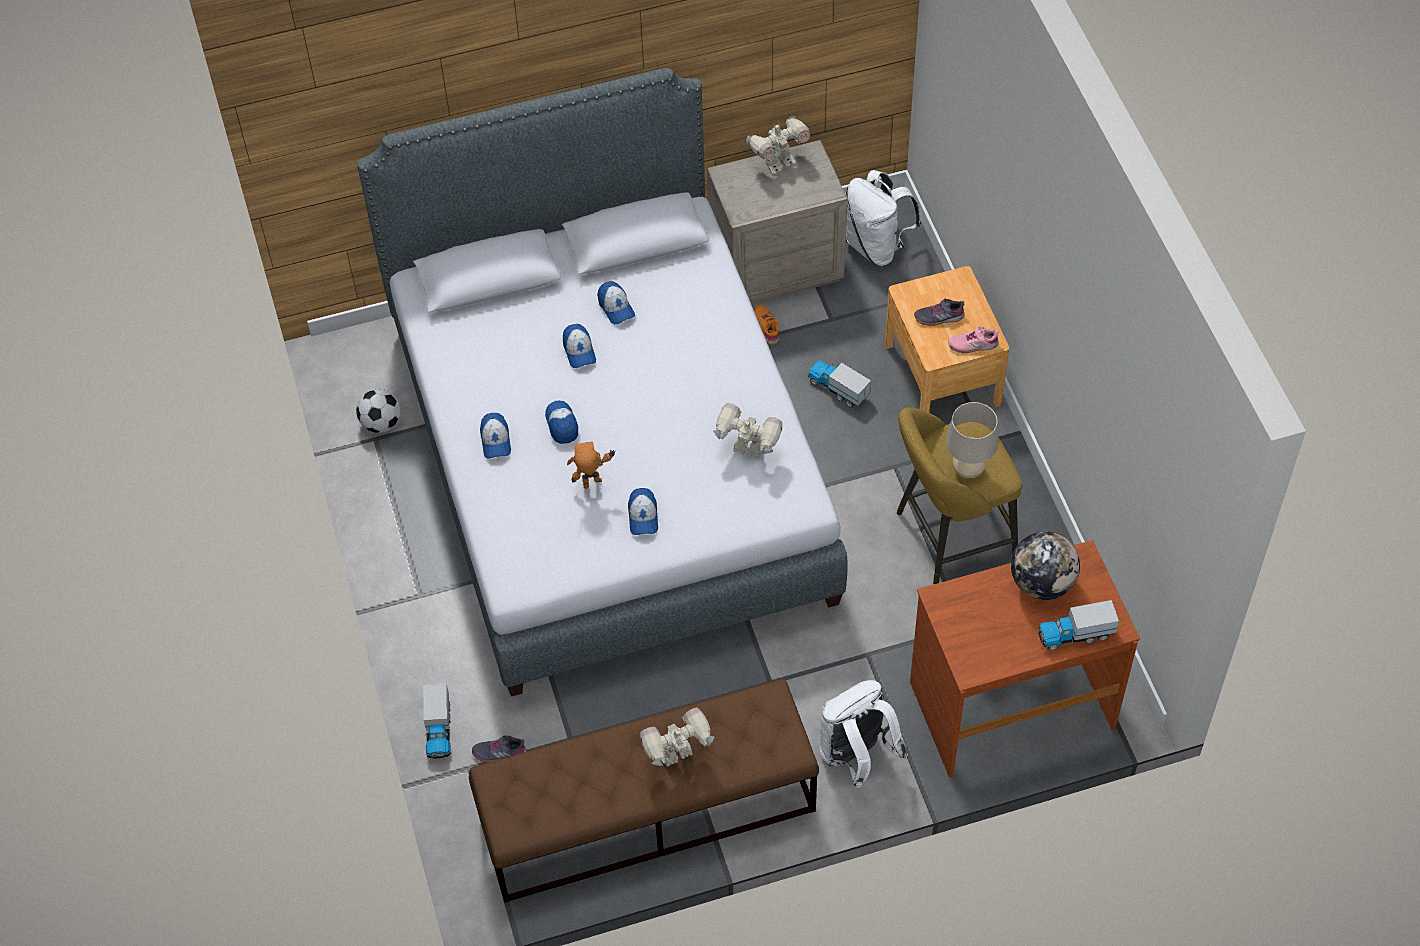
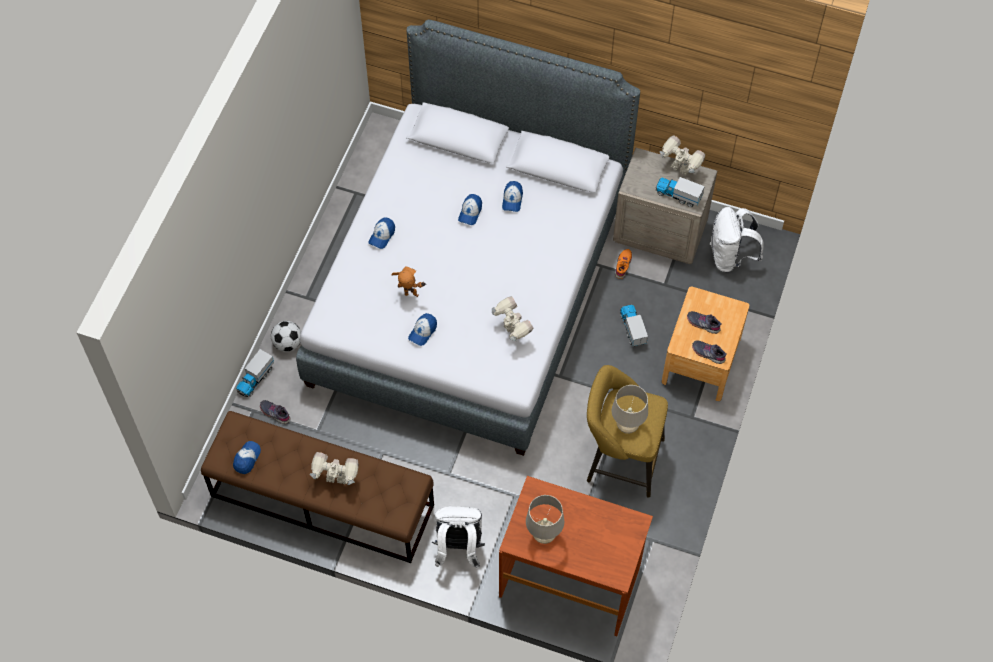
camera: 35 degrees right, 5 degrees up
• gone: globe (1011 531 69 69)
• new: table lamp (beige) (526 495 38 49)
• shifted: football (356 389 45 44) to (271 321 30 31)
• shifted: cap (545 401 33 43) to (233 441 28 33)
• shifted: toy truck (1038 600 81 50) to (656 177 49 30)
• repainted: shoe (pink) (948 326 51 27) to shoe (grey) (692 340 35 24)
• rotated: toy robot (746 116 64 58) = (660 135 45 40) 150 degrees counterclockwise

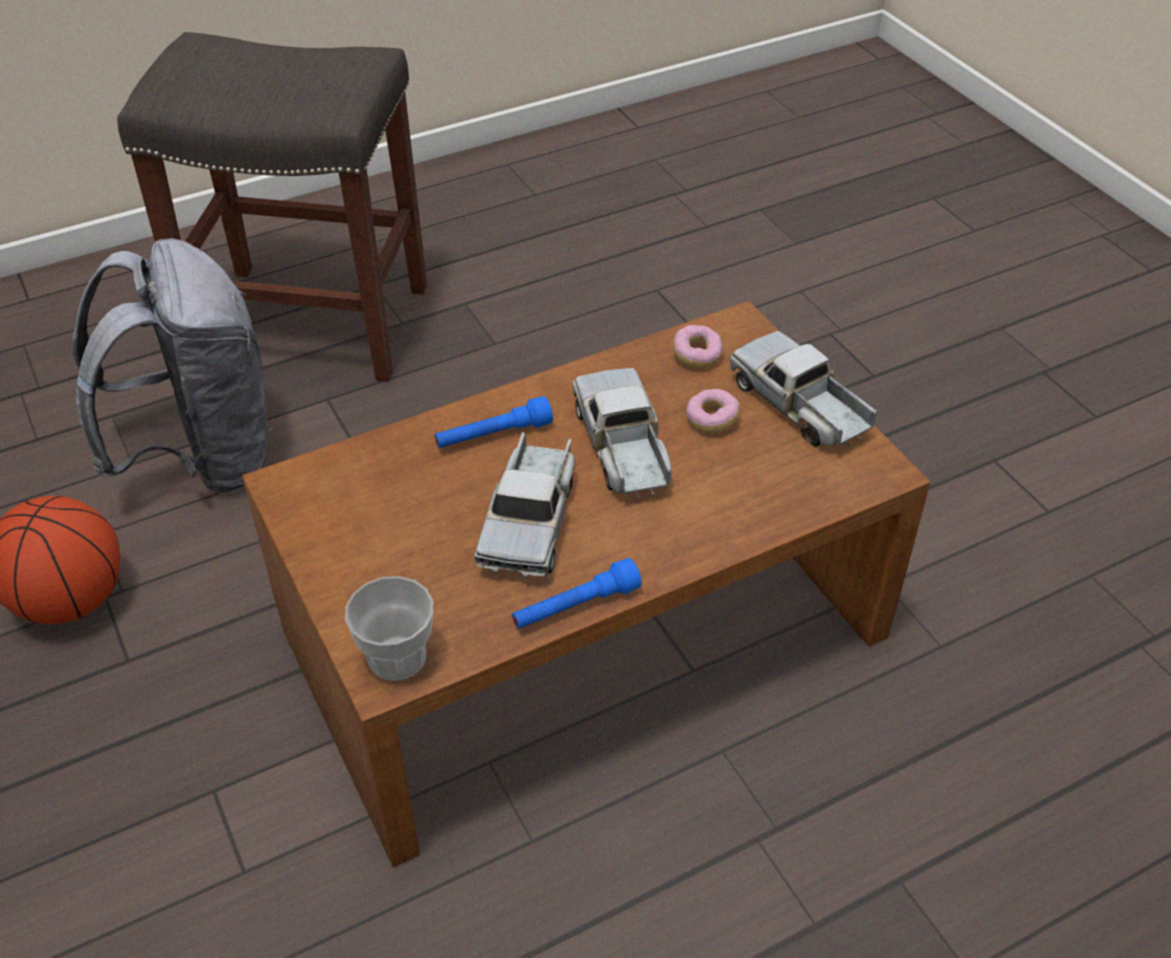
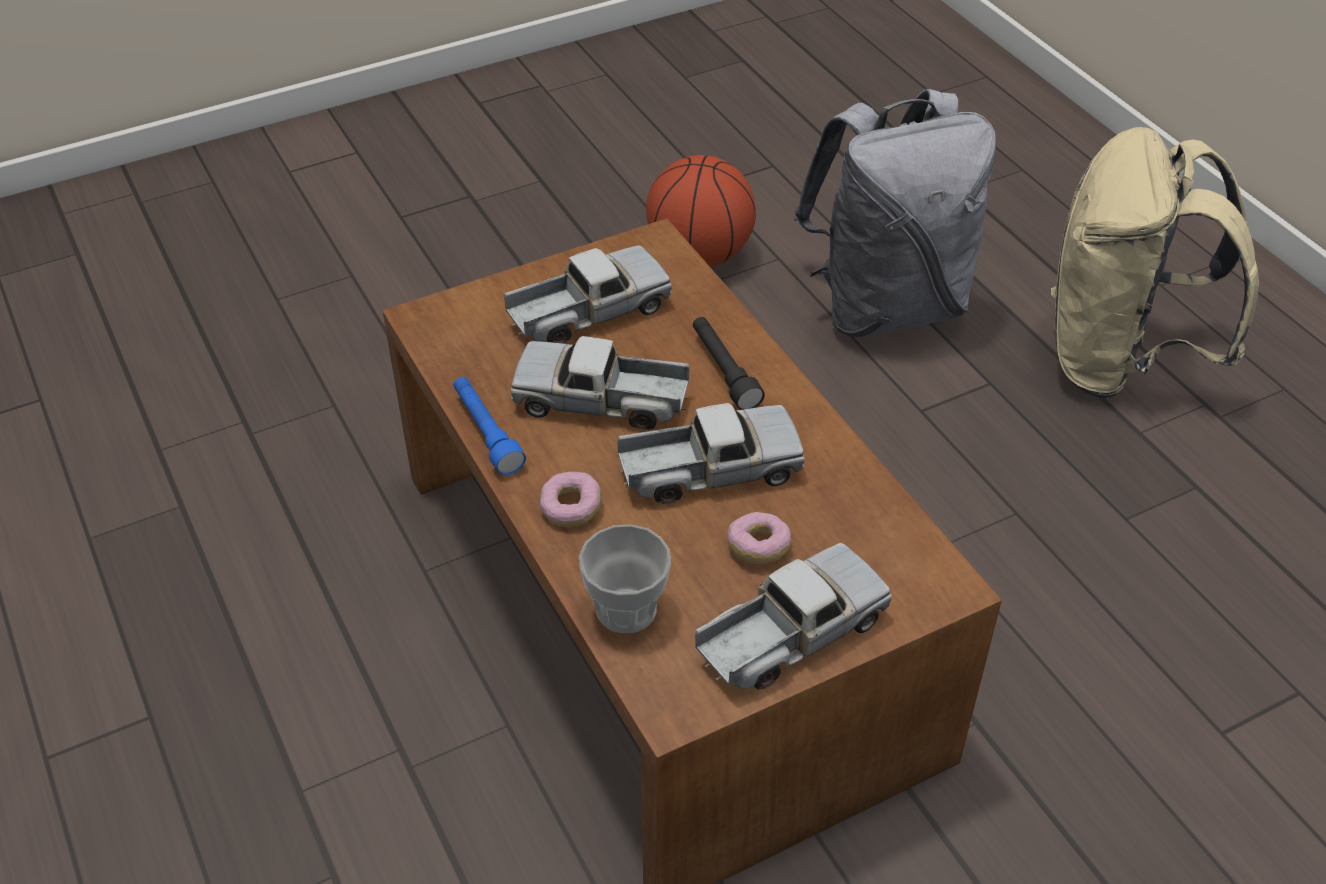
camera: 90 degrees right, 0 degrees up
• new: toy truck (504 245 168 99)
• shifted: cup (345 576 88 105) to (579 524 92 109)
• shifted: donut (673 325 50 43) to (540 472 61 55)
• swapped: stool (grey) (117 32 310 350) to backpack (beige) (1051 127 208 271)
• repainted: flashlight (blue) (435 396 118 52) to flashlight (black) (693 317 72 93)

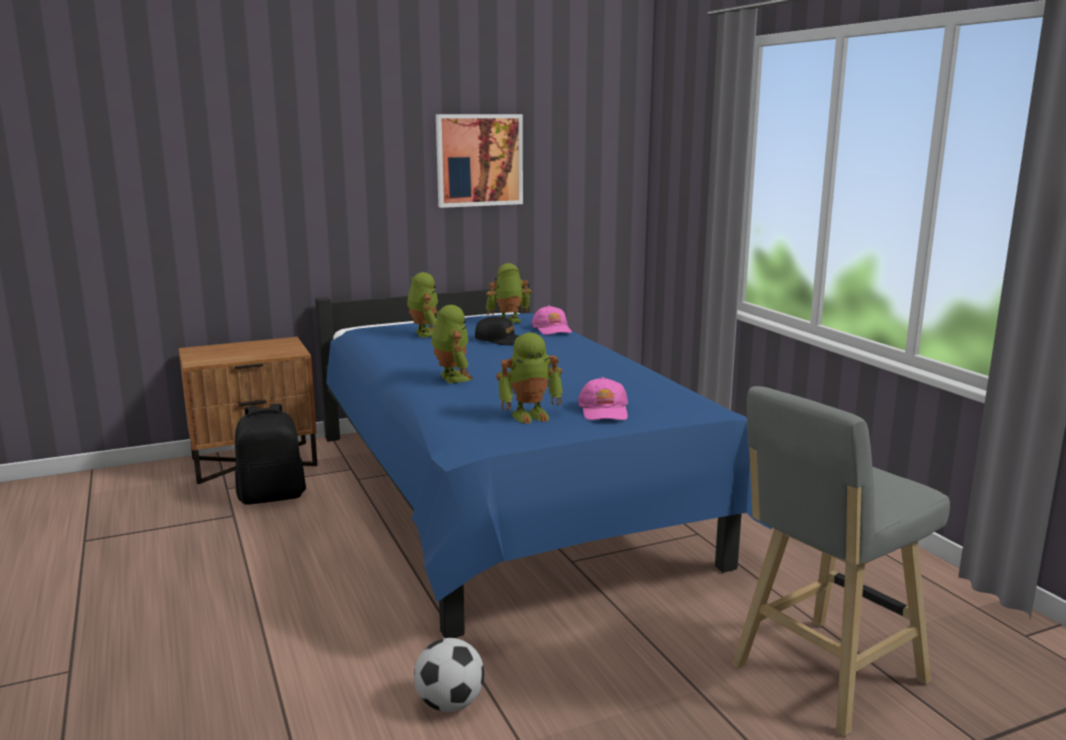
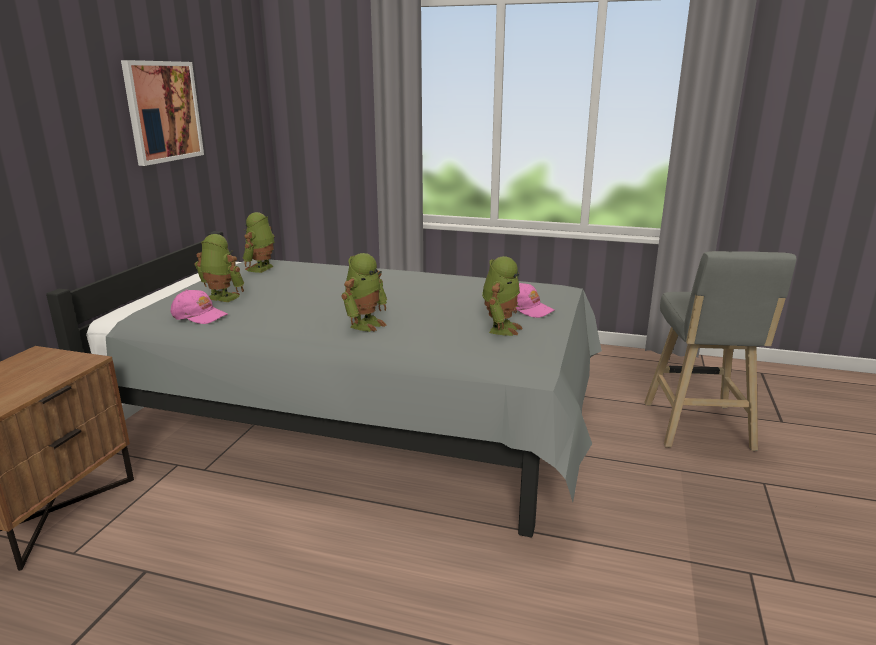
camera: 50 degrees left, 5 degrees up
• gone: backpack (black) (235 404 71 101)
• gone: football (414 638 70 74)
• gone: cap (black) (475 316 44 29)
• shifted: cap (pink) (532 305 40 30) to (171 290 57 34)
• repainted: bed (blue) (315 283 457 355) to bed (grey) (46 231 556 307)
• rotated: toy robot (431 305 43 78) = (342 253 45 79) 105 degrees clockwise

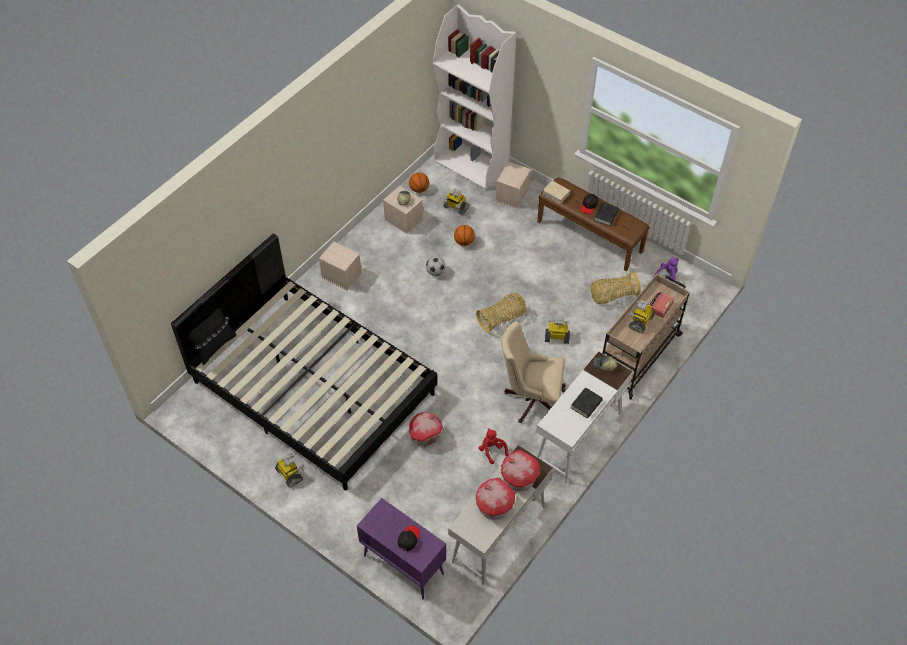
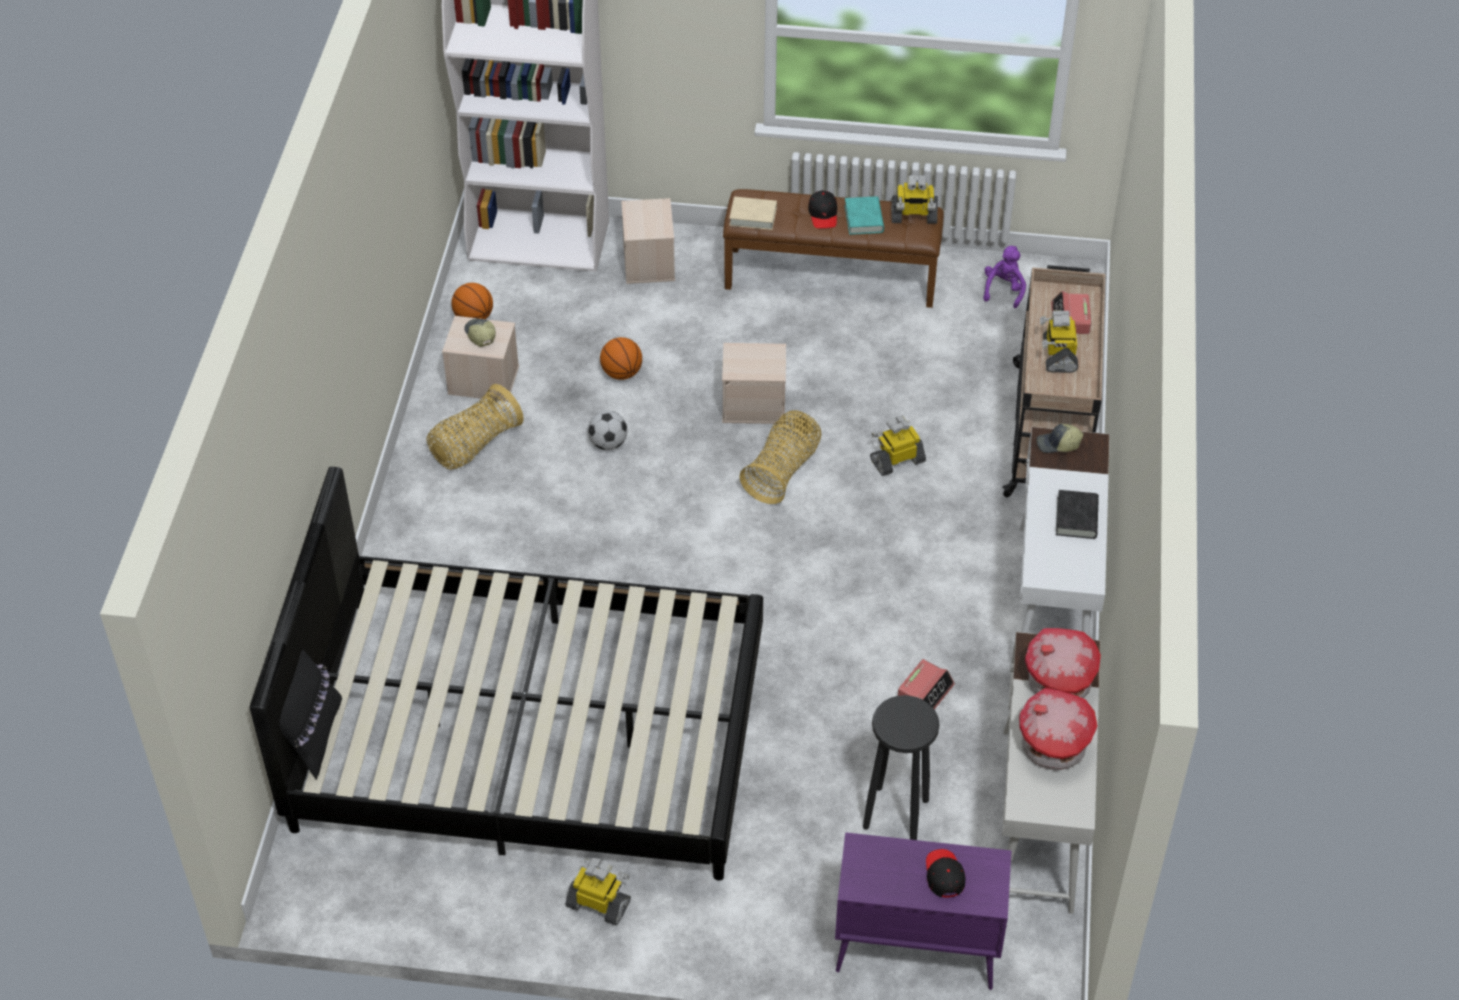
camera: 30 degrees left, 5 degrees down
• gone: toy house (409 412 34 35)
• gone: office chair (beige) (501 322 65 101)
• new: stool (black) (863 695 77 145)
• shifted: storage box (beige) (319 242 43 48) to (722 343 64 81)
• shifted: toy robot (443 189 26 26) to (891 174 47 50)
• shifted: basket (591 271 50 33) to (427 384 97 86)
• swapped: plush toy (red) (479 429 29 35) to alarm clock (898 659 57 50)
• repainted: book (black) (594 202 25 24) to book (turquoise) (845 196 39 39)

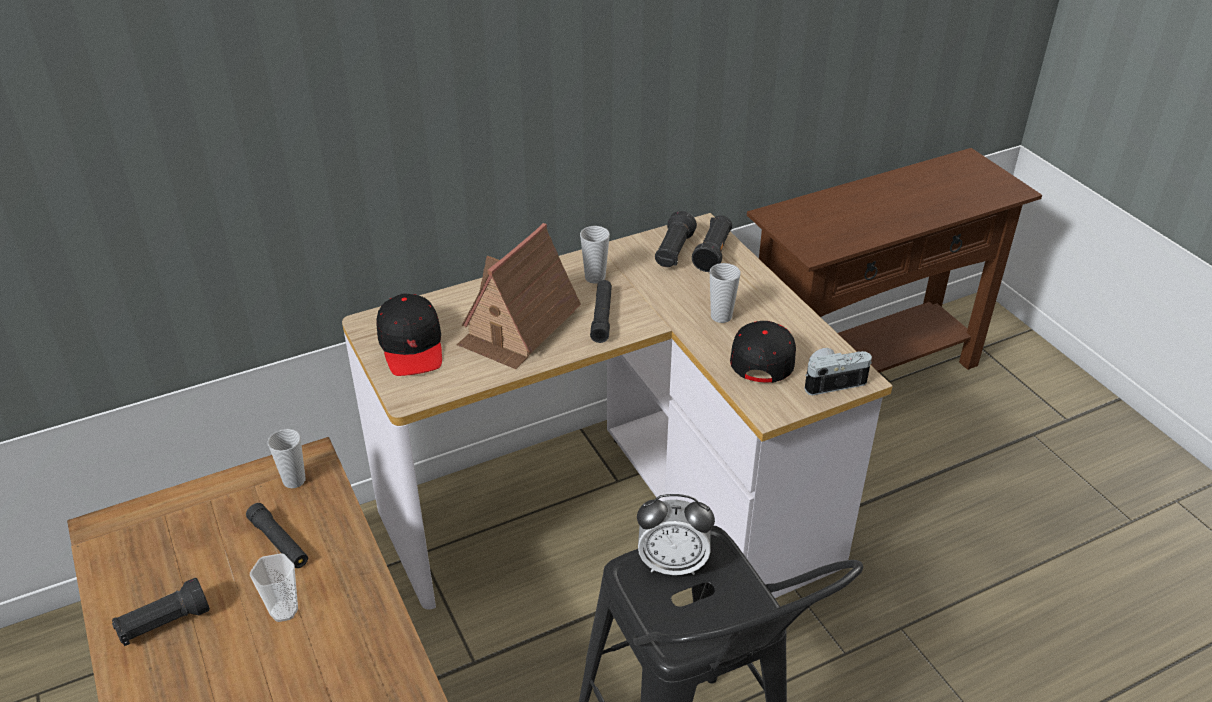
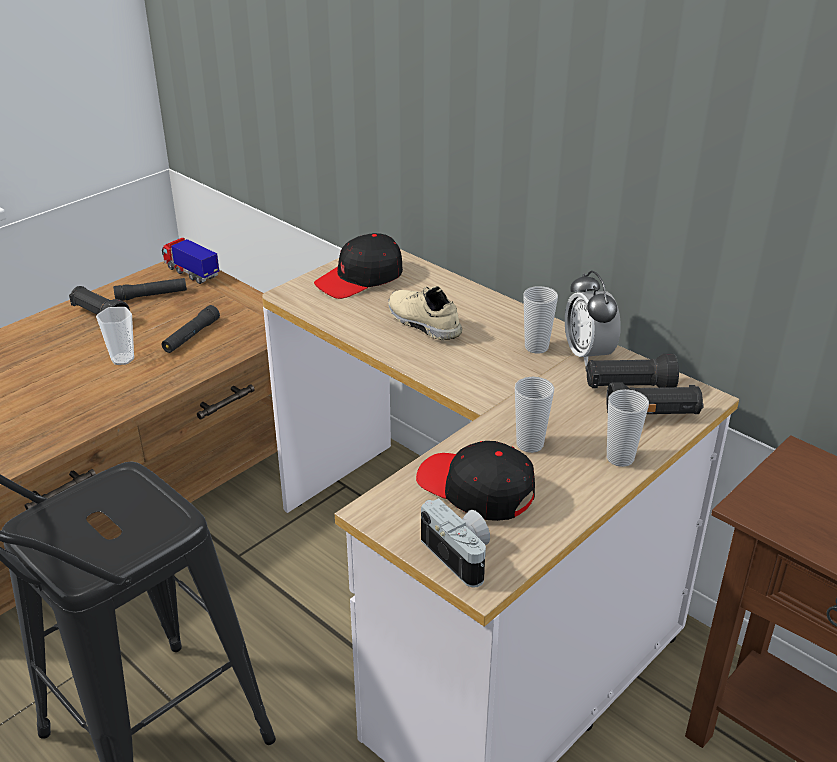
camera: 70 degrees right, 5 degrees down
• new: toy truck (162 238 57 46)
• shifted: cup (268 429 37 59) to (607 389 42 78)
• shifted: flashlight (black) (590 280 22 63) to (113 278 74 23)
• shifted: alarm clock (637 494 78 81) to (565 270 56 96)
• swapped: toy house (457 223 124 146) to shoe (beige) (388 286 74 54)
• rotated: cap (black) (730 321 66 62) = (416 441 119 80) 135 degrees counterclockwise

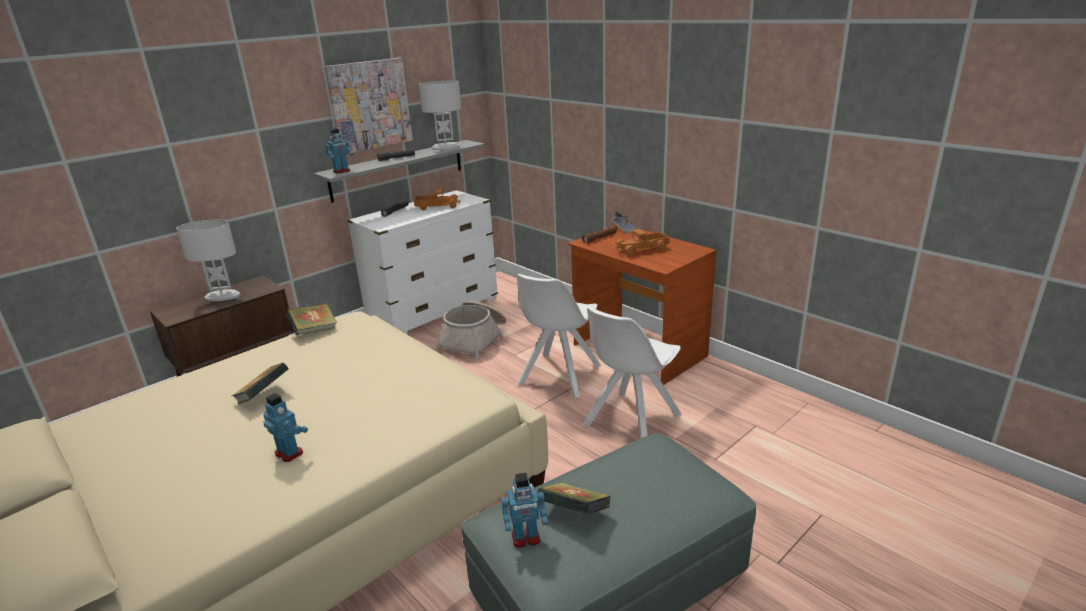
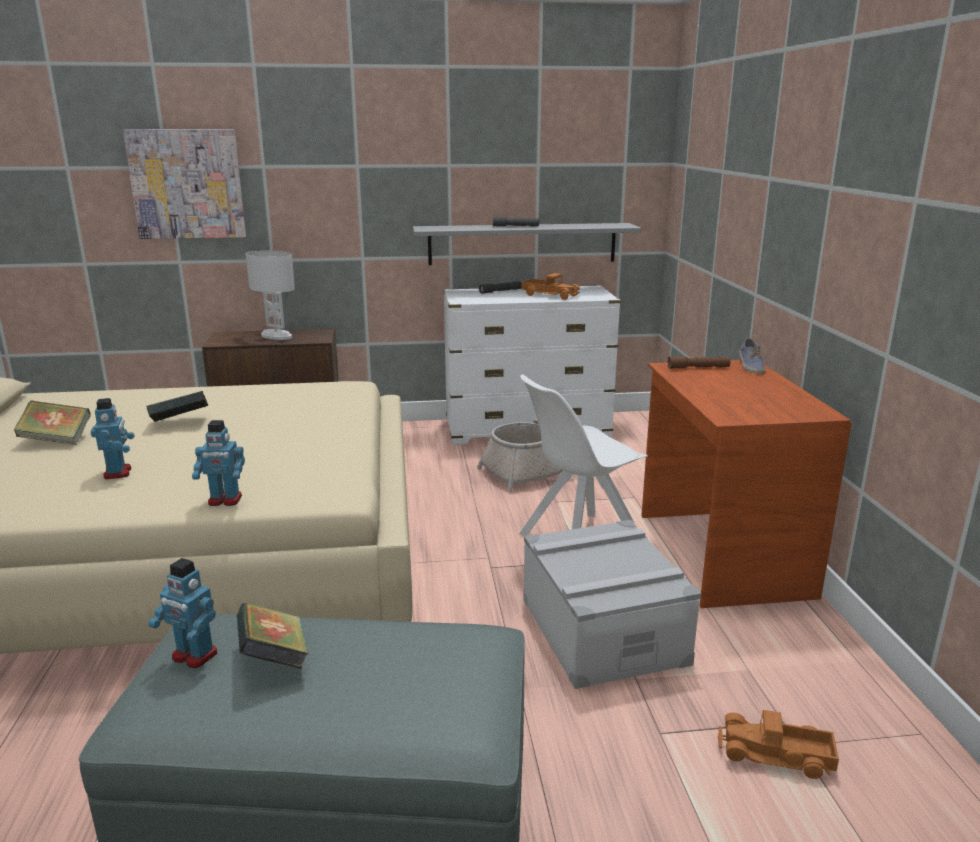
camera: 35 degrees right, 5 degrees down
• gone: table lamp (white) (419 80 42 70)
• shifted: book (286 303 51 32) to (14 401 77 44)
• shifted: picture (324 58 89 94) to (123 129 123 110)
• shifted: toy robot (325 128 28 46) to (192 420 53 86)
• shifted: toy truck (615 229 55 27) to (718 710 121 69)
• swapped: chair (white) (583 307 99 131) to storage box (grey) (523 520 178 169)

